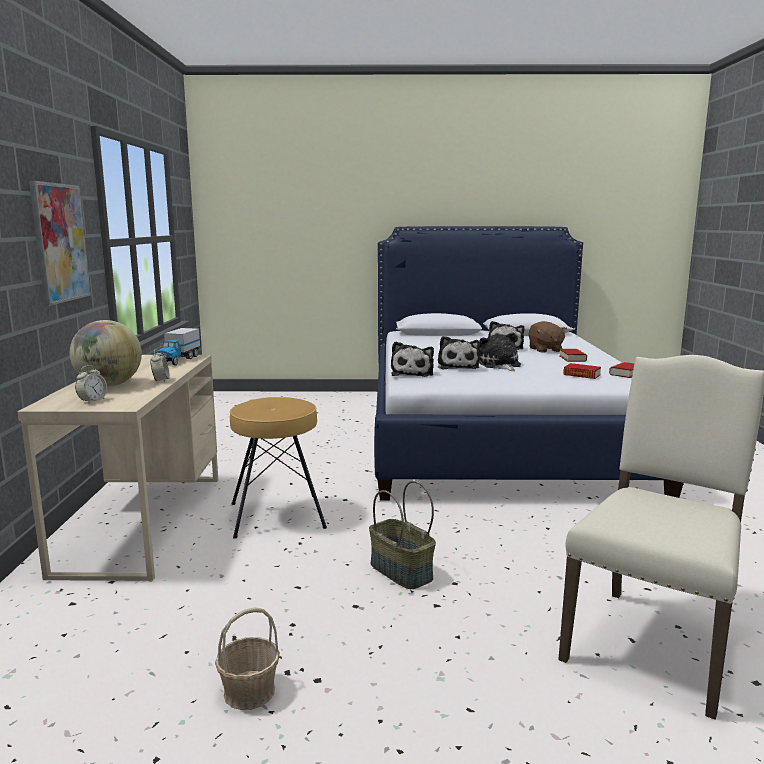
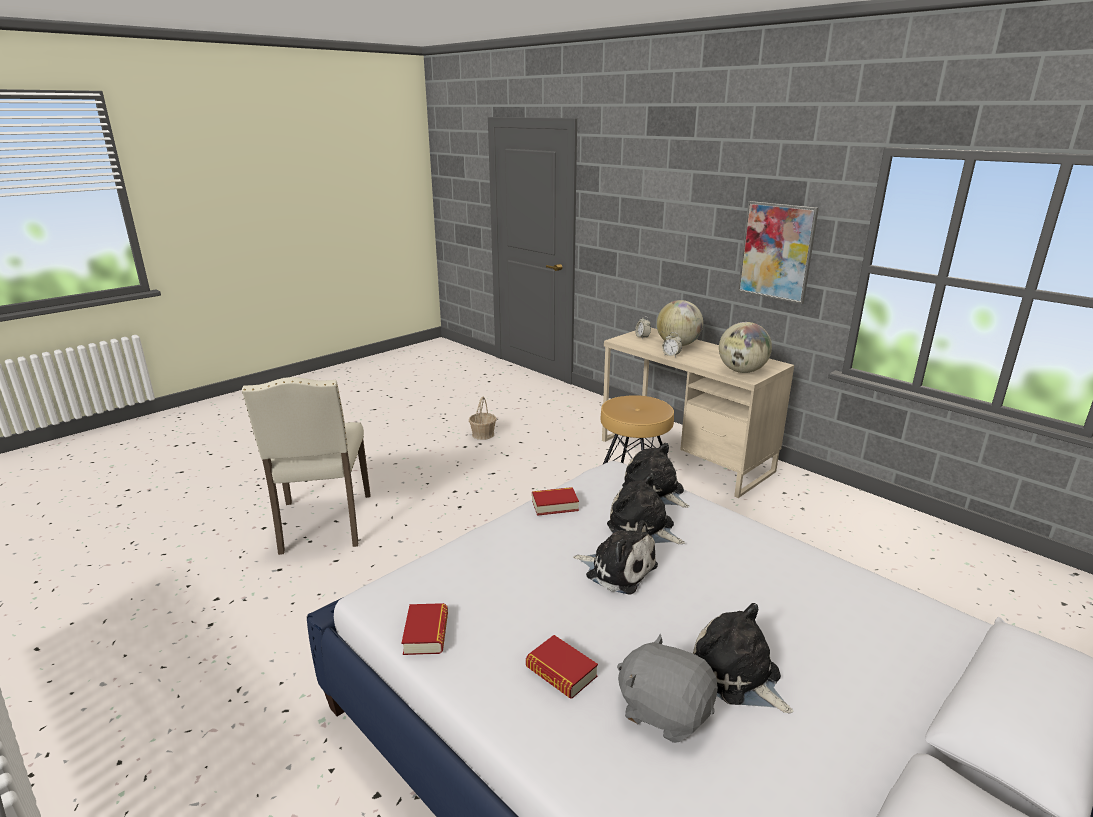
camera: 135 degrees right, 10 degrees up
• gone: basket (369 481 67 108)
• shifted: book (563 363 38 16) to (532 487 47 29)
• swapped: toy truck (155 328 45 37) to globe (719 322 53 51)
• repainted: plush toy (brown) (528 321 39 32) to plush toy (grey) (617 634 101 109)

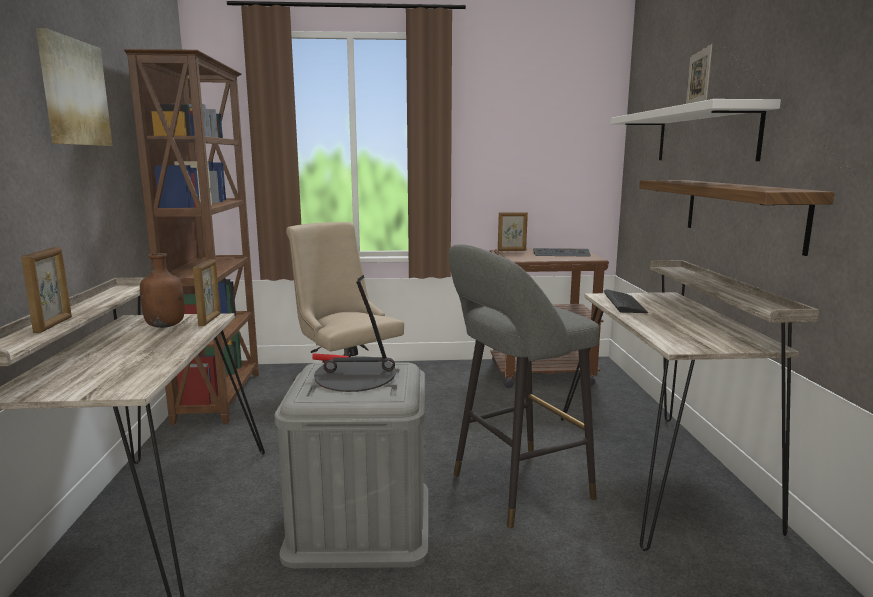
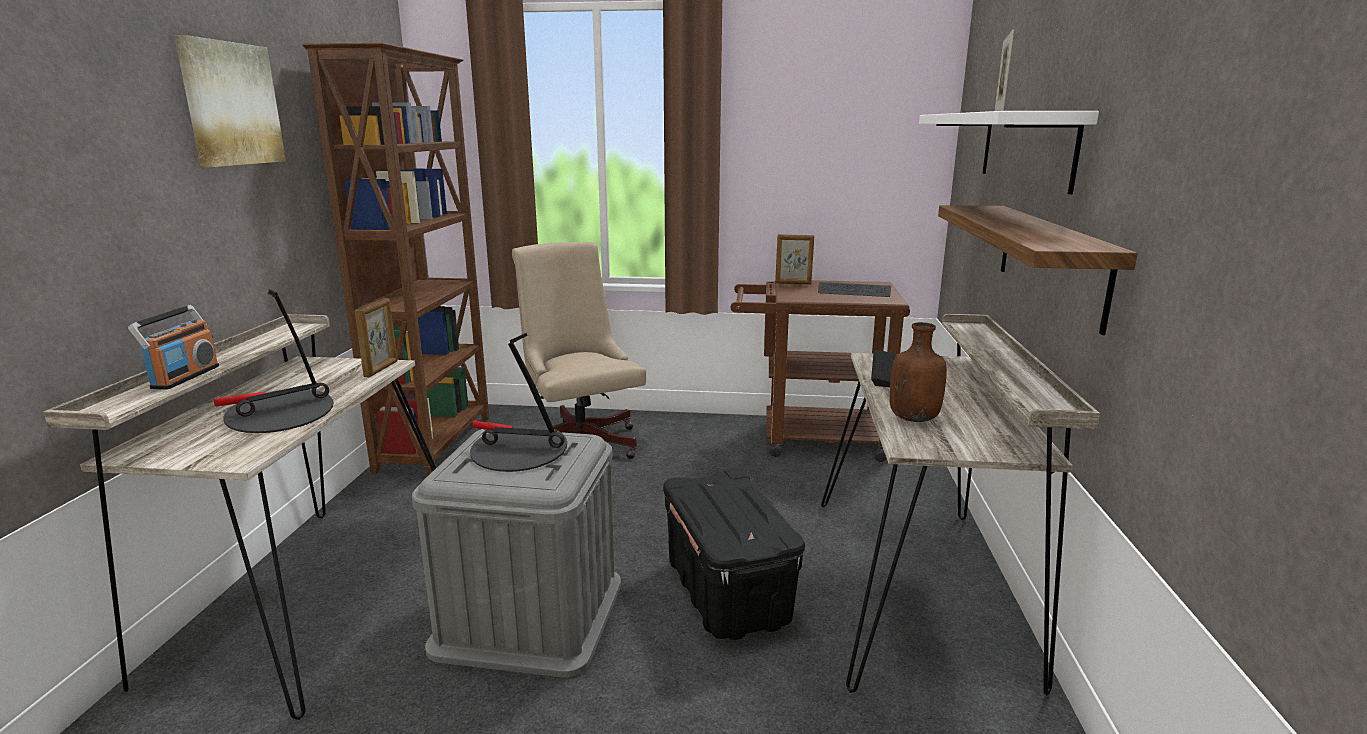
camera: 10 degrees right, 5 degrees up
• new: table lamp (213 289 120 144)
• shifted: bottle (brown) (140 253 44 75) to (890 322 57 100)
• swapped: picture frame (21 247 51 86) to radio (128 305 91 85)
• swapped: stool (grey) (448 244 151 284) to storage box (black) (663 470 142 170)

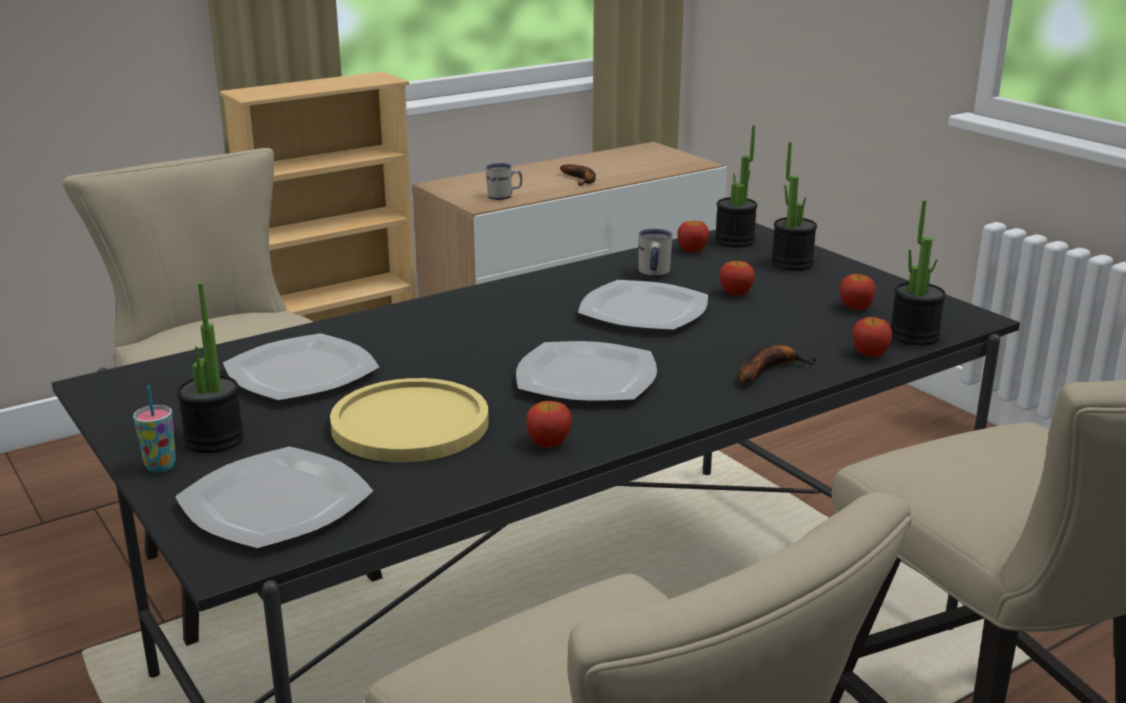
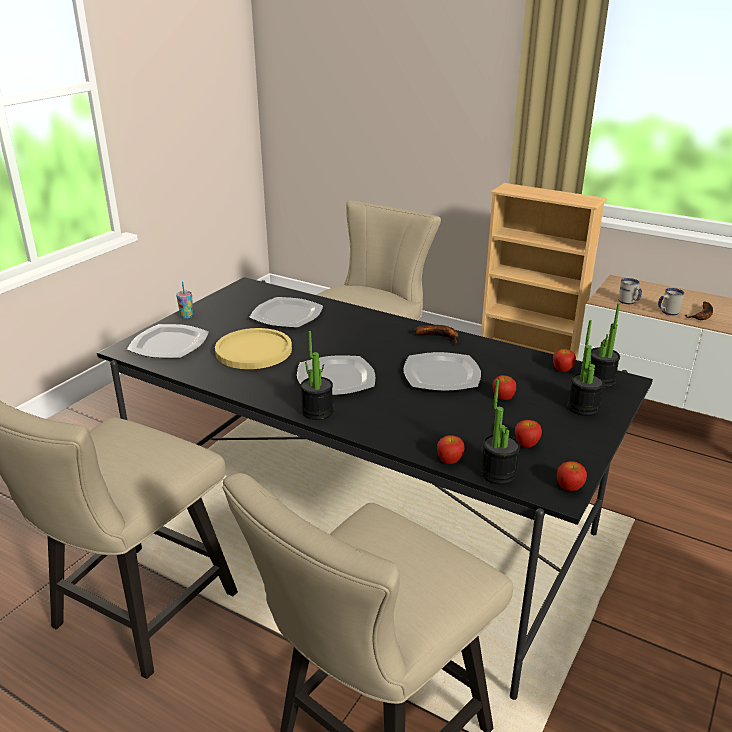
camera: 65 degrees right, 5 degrees up
• shifted: potted plant (177 283 67 170) to (300 331 33 89)
• shifted: apple (526 401 46 47) to (557 461 30 30)
• shifted: mug (white) (638 229 35 49) to (658 288 27 27)
• shifted: banana (740 345 77 39) to (413 325 45 19)

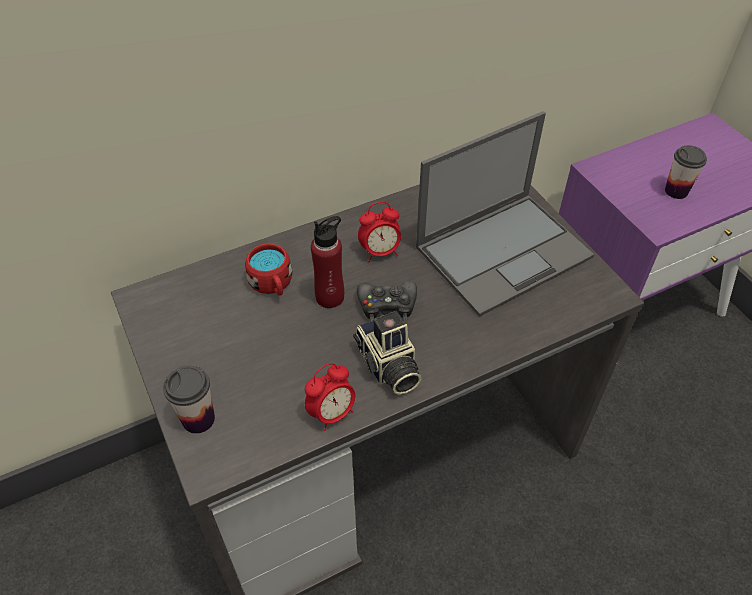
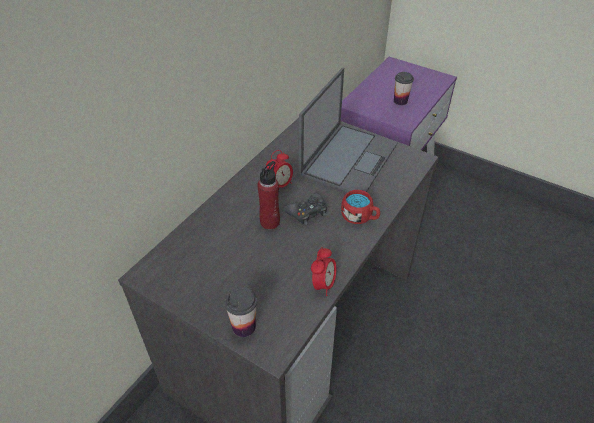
camera: 30 degrees left, 5 degrees down
• gone: photo camera (353 311 69 84)
• shifted: mug (red) (245 243 47 53) to (341 190 39 34)

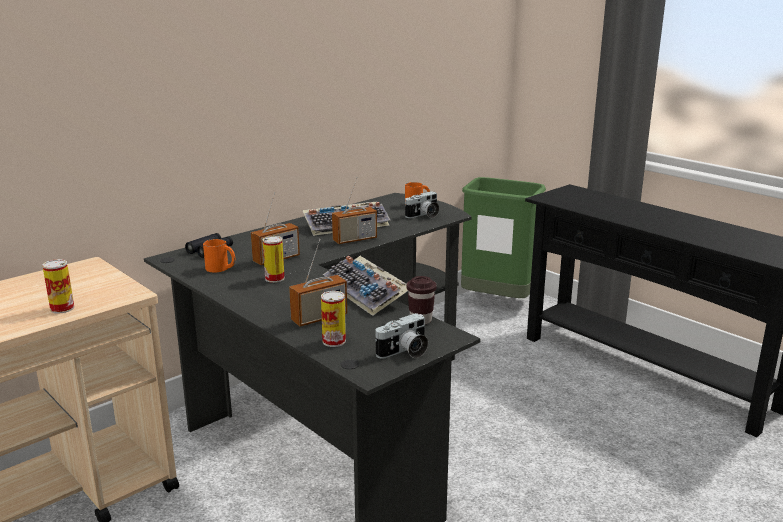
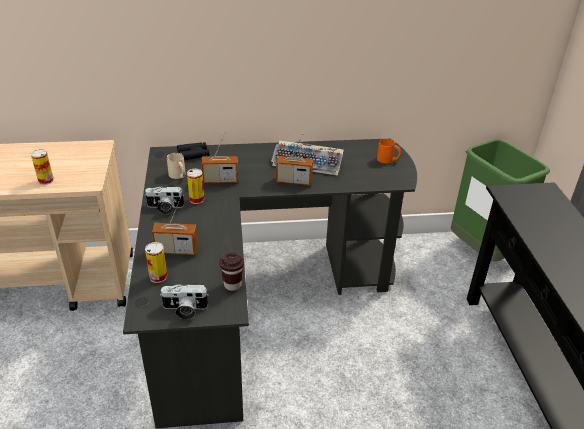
camera: 35 degrees right, 15 degrees up
• gone: keyboard (323 256 85 60)
• shifted: photo camera (405 191 34 27) to (145 187 39 28)
• repainted: mug (orange) (203 239 32 33) to mug (beige) (167 153 19 26)

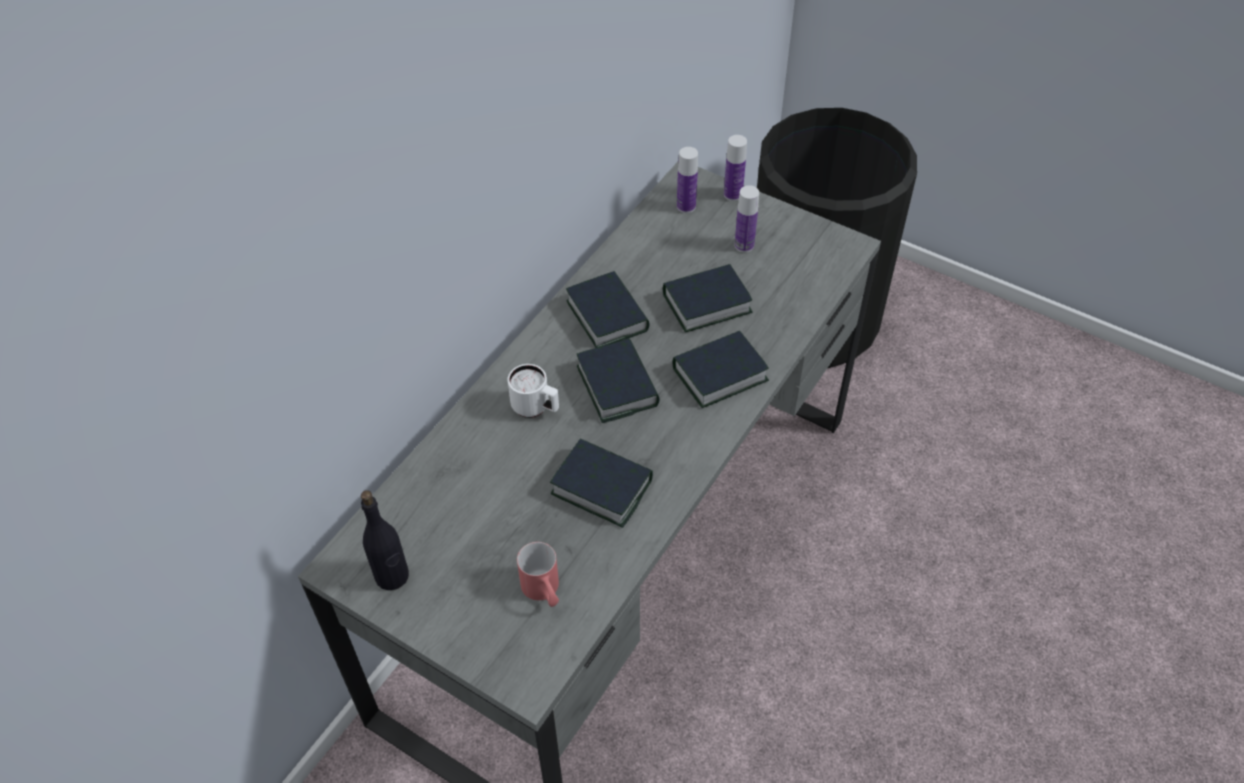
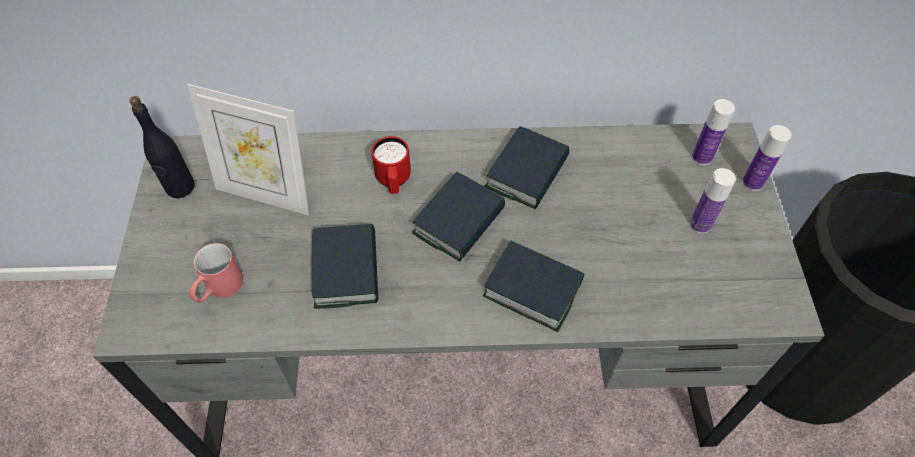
camera: 55 degrees right, 5 degrees up
• gone: book (663 264 90 68)
• new: picture frame (188 84 121 131)
• repainted: mug (white) (507 364 52 54) to mug (red) (371 136 40 58)

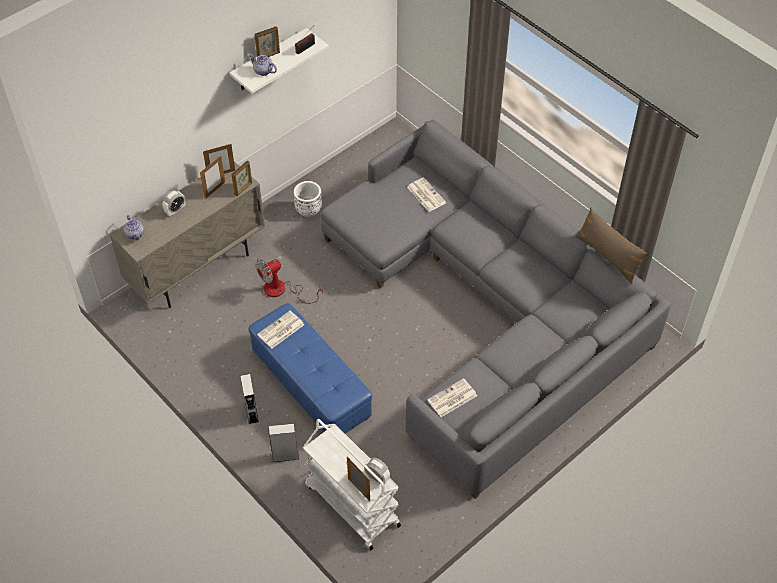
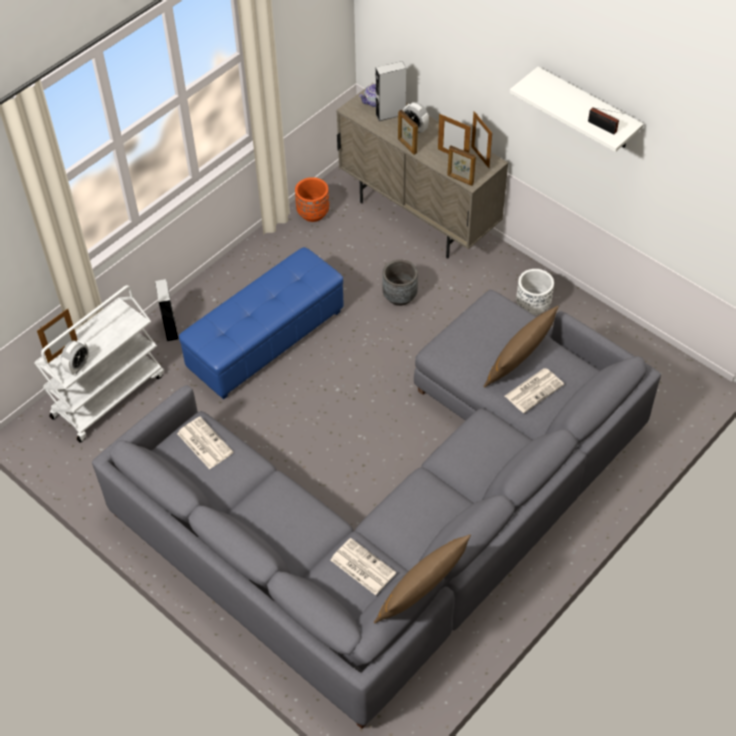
camera: 85 degrees right, 0 degrees up
• gone: teapot (249 54 28 22)
• new: planter (orange) (295 177 34 45)
• new: pillow (brown) (483 306 75 82)
• shifted: speaker (grey) (240 374 19 50) to (376 61 30 60)
• shifted: picture frame (255 26 25 31) to (398 110 20 45)
• shifted: newspaper (257 311 47 38) to (330 538 66 57)
• swapped: fan (255 259 68 45) to planter (grey) (382 259 36 47)

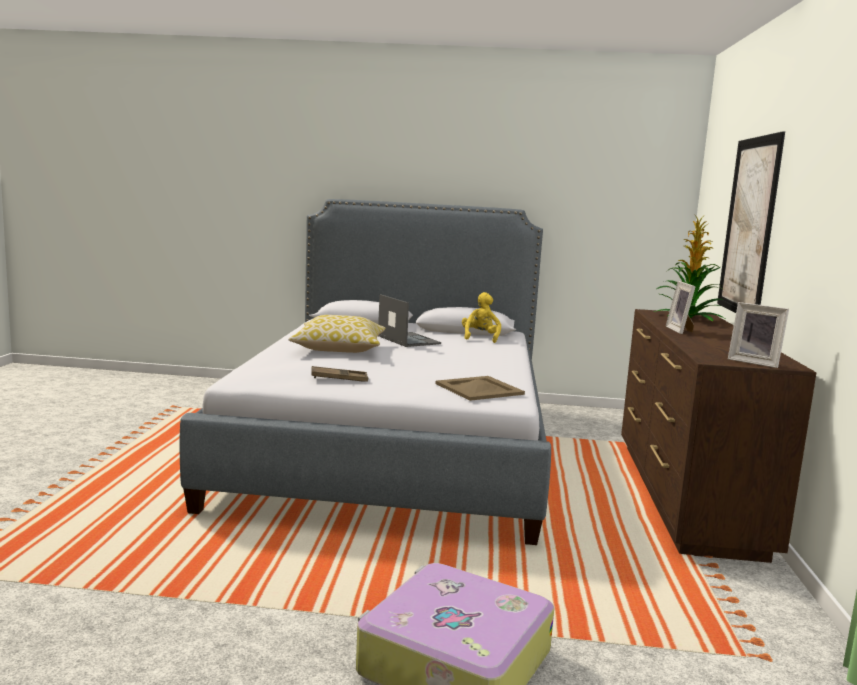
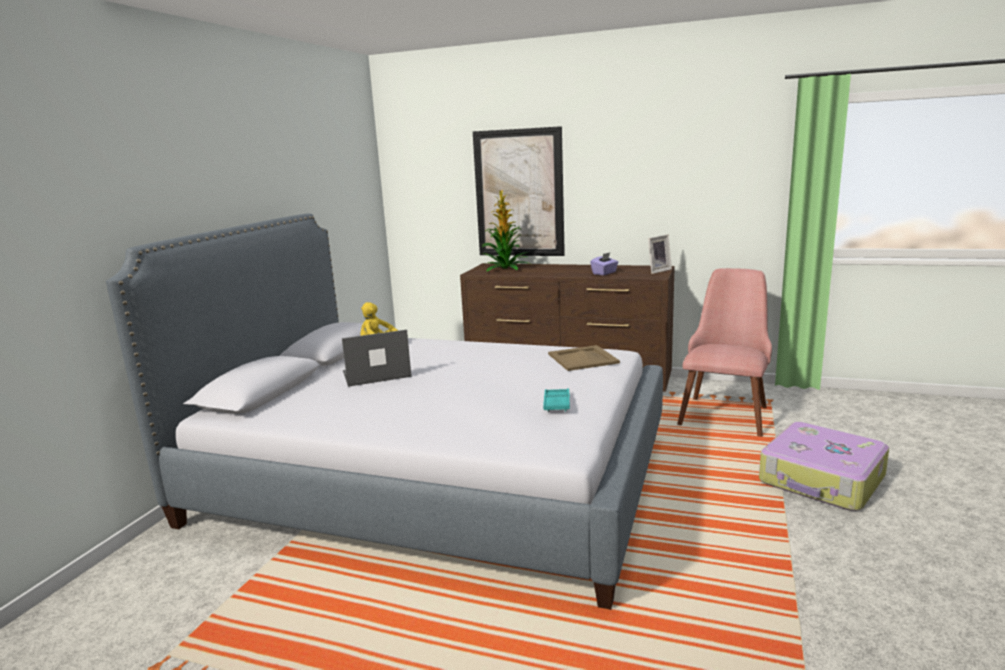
camera: 75 degrees left, 5 degrees up
• gone: pillow (288 315 98 38)
• gone: picture frame (666 281 30 53)
• new: tissue box (purple) (590 252 29 23)
• new: chair (pink) (677 268 95 169)
• repainted: tray (brown) (311 366 57 16) to tray (turquoise) (543 388 27 24)

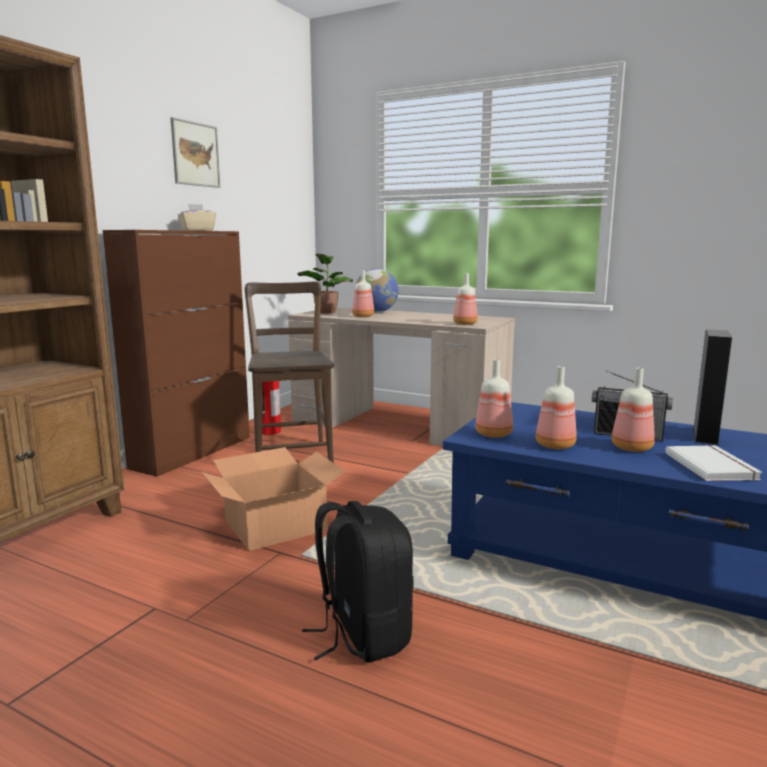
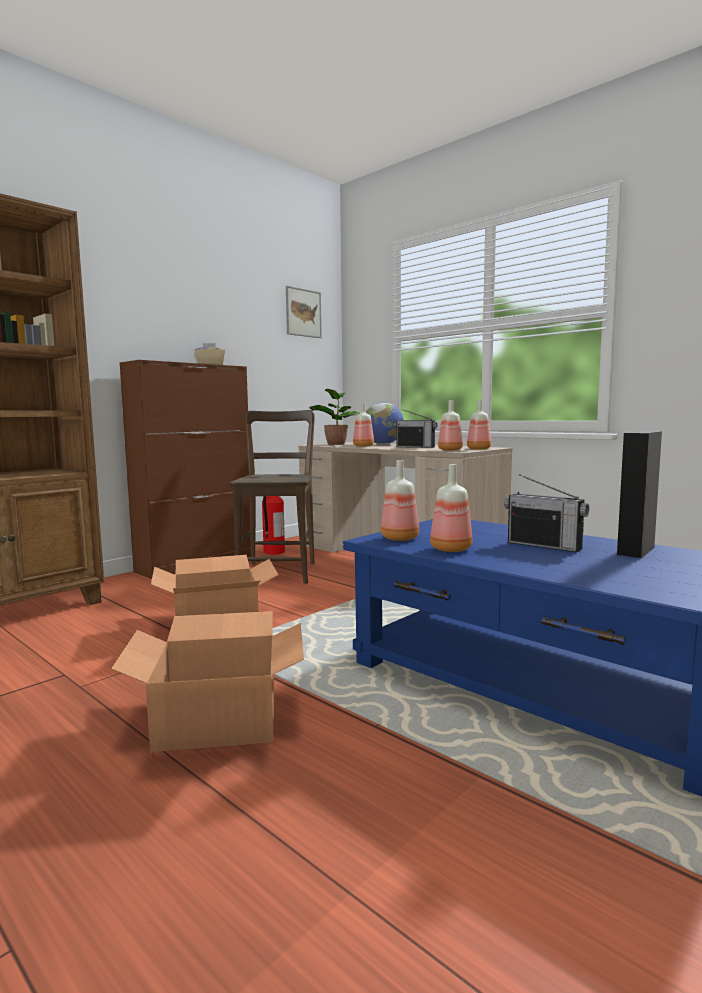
camera: 15 degrees right, 5 degrees down
• gone: book (white) (665 445 97 36)
• new: radio (394 409 43 39)
• shifted: picture (171 117 49 71) to (286 286 36 52)
• shifted: bottle (612 368 43 84) to (467 400 24 50)
• swapped: backpack (black) (302 501 112 162) to cardboard box (111 611 193 141)

